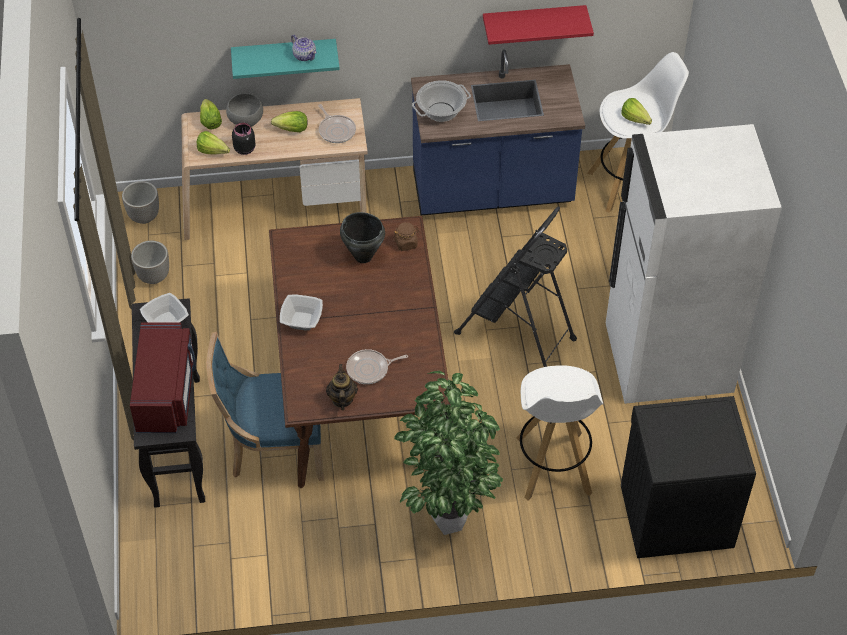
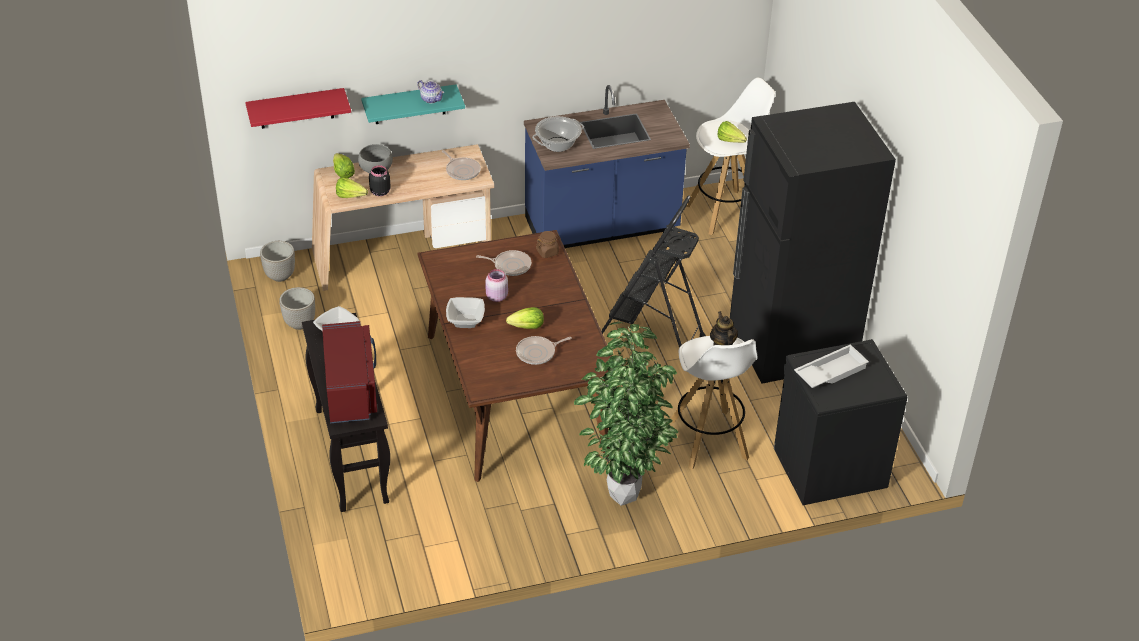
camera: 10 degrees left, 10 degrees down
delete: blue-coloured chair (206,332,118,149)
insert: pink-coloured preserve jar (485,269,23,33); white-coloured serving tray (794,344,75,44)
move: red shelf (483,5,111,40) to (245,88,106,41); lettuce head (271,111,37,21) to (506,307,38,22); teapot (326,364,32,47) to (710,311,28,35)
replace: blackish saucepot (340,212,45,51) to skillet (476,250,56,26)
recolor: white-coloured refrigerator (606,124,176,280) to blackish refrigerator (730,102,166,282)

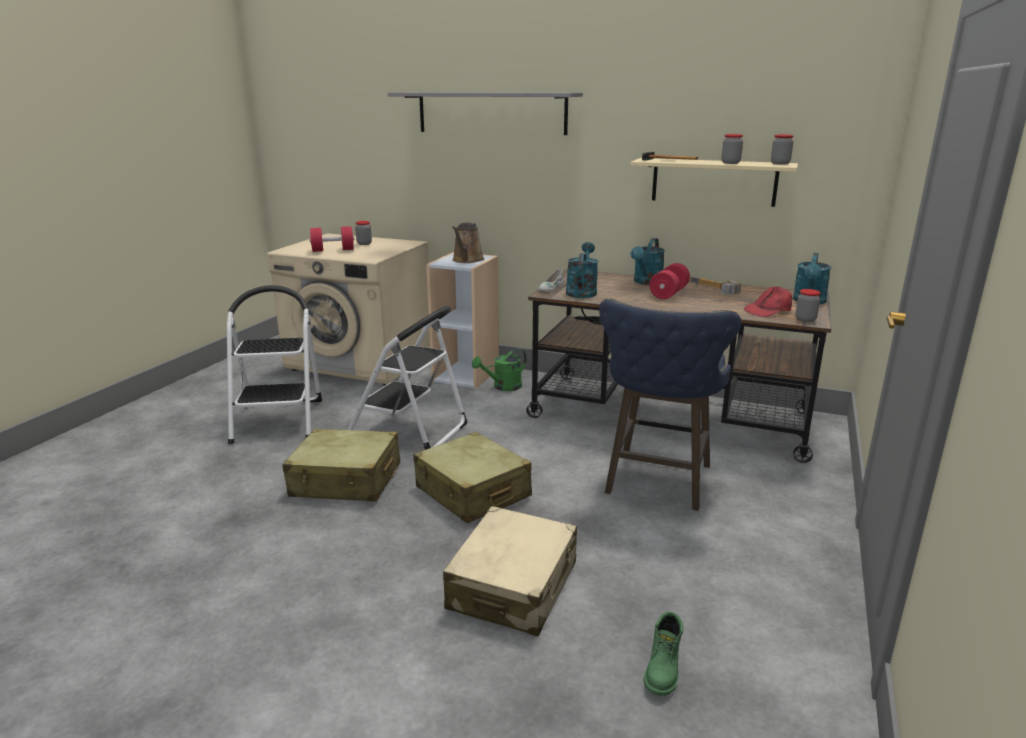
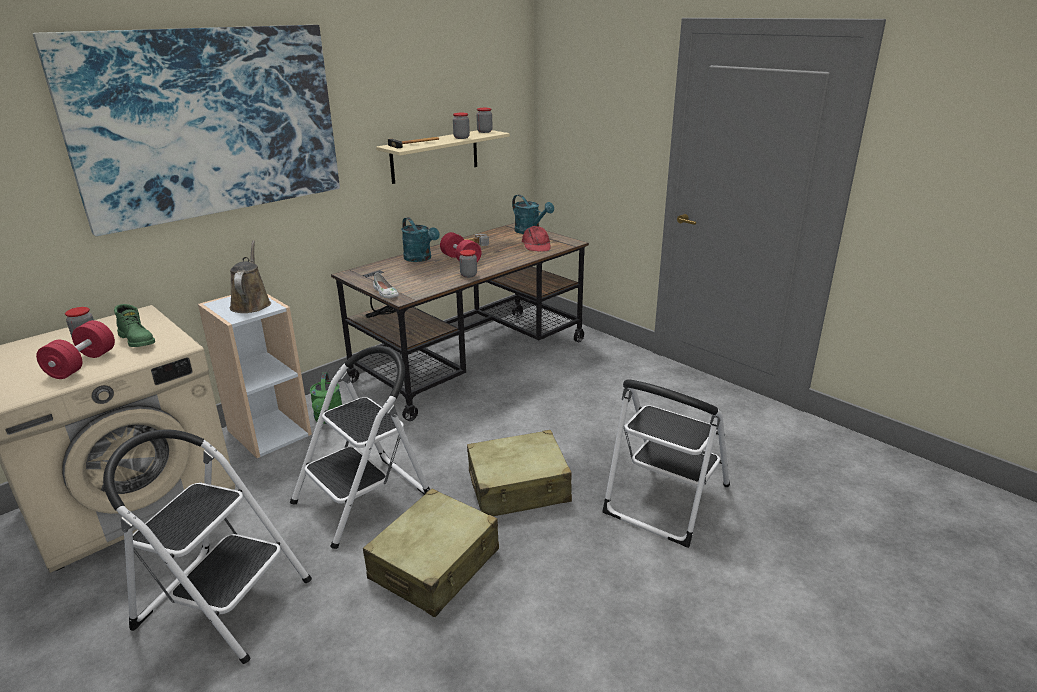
camera: 65 degrees left, 5 degrees up
delete: turquoise-coloured watering pot (566,242,32,56); blue-coloured stool (599,298,142,213)
move: green-coloured high-top boot (644,611,39,85) to (114,304,41,43); preserve jar (795,289,25,33) to (459,250,18,28)
replace: greyish shelf (388,92,195,43) to wall picture (33,25,307,211); sand-coloured travel case (443,506,134,130) to step ladder (602,379,128,169)
rotate: brown-coloured watering pot (452,222,32,41) = (230,240,41,73) 135 degrees counterclockwise

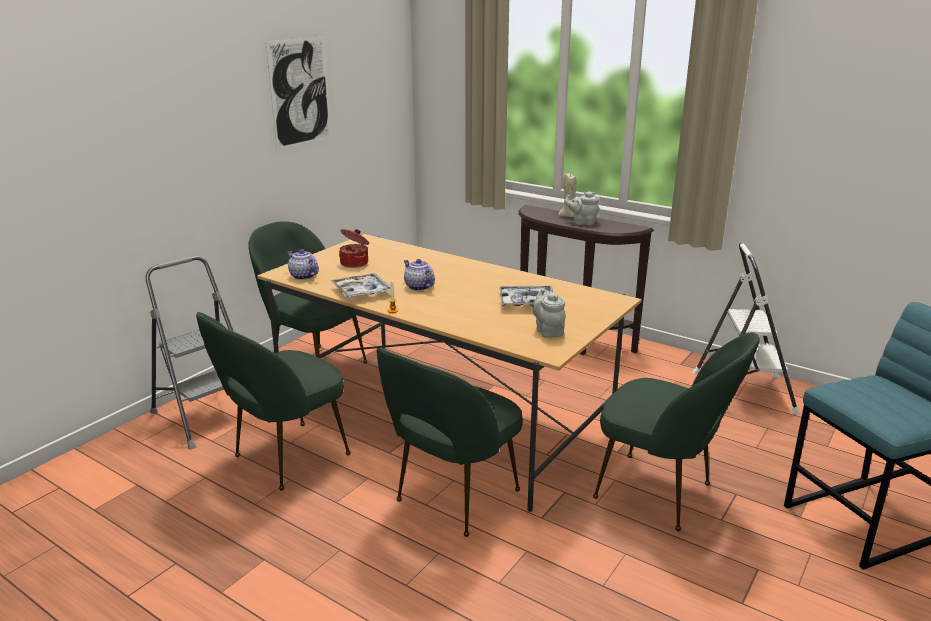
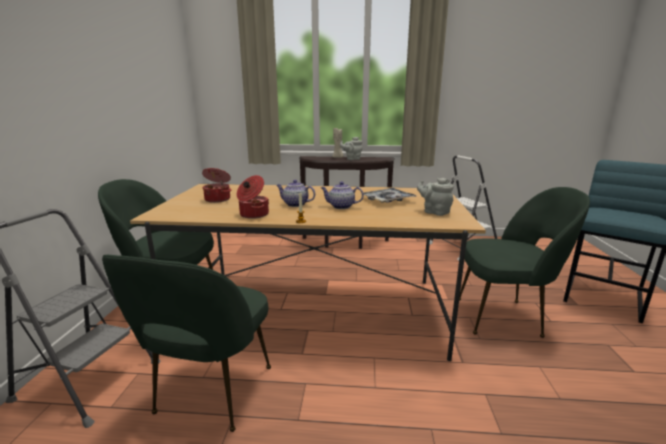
camera: 30 degrees left, 5 degrees down
delete: wall picture (266,37,65,113); green-coloured chair (377,348,146,189)
move: teapot (287,249,32,31) to (321,181,43,28)
replace: serving tray (330,273,60,25) to saucepot (237,175,32,44)

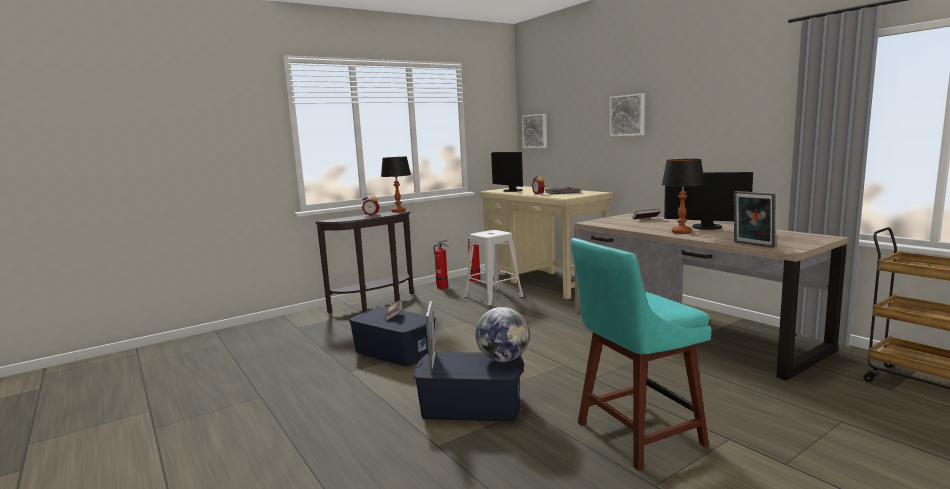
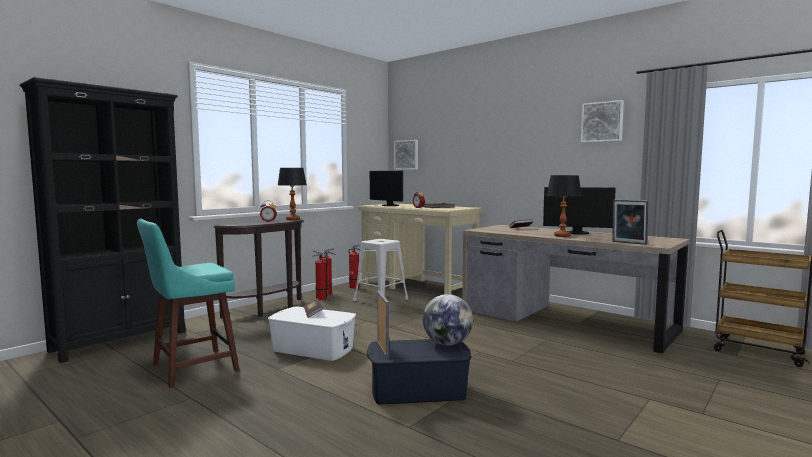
camera: 15 degrees left, 5 degrees down
insert: blackish bookshelf (19,77,167,286); fire-fighting cylinder (312,250,16,50)
move: turquoise-coloured chair (570,238,141,233) to (137,219,103,169); wall picture (610,93,35,43) to (581,100,43,43)
recolor: blue-coloured storage bin (349,307,87,59) to white-coloured storage bin (268,306,88,55)

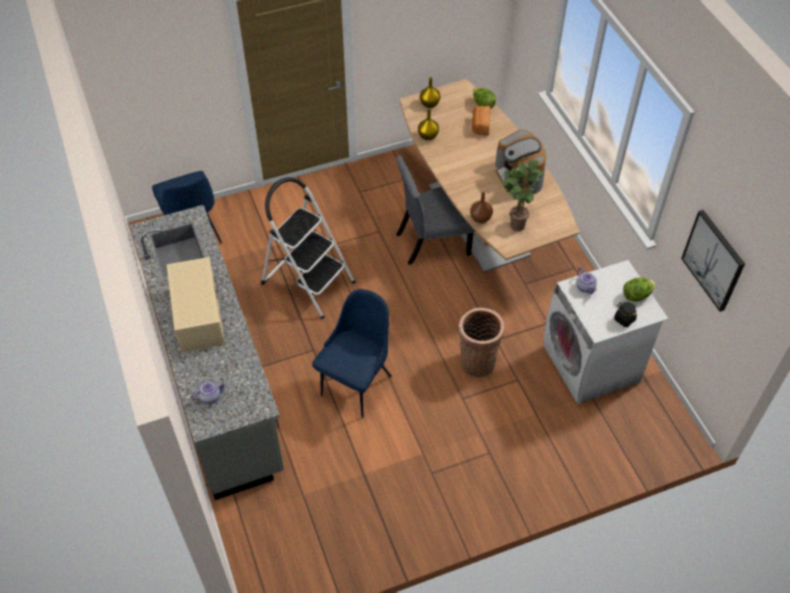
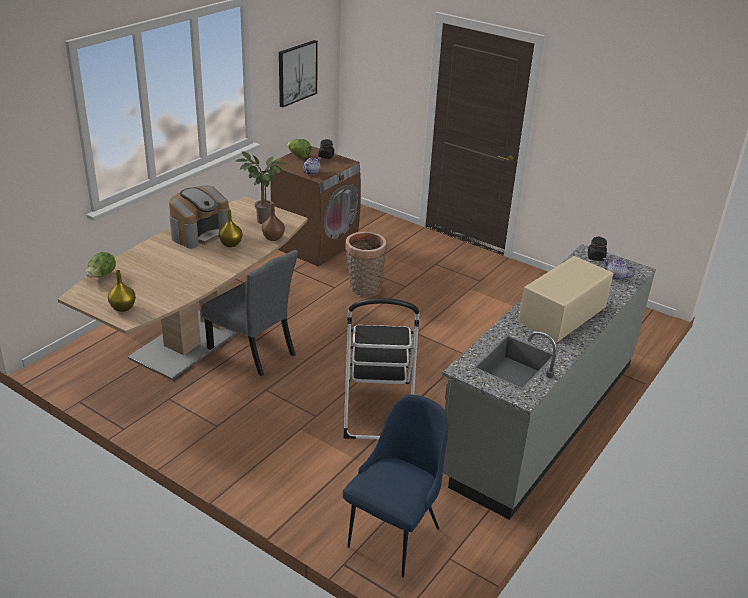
camera: 125 degrees left, 20 degrees down
delete: blue-coloured chair (312,289,80,129); baked bread (472,106,18,30)
insert: blackish preserve jar (588,236,19,25)
move: yellow flower vase (418,110,21,30) to (219,209,23,38)
recolor: white-coloured laundry machine (544,260,124,144) to brown-coloured laundry machine (266,146,95,120)

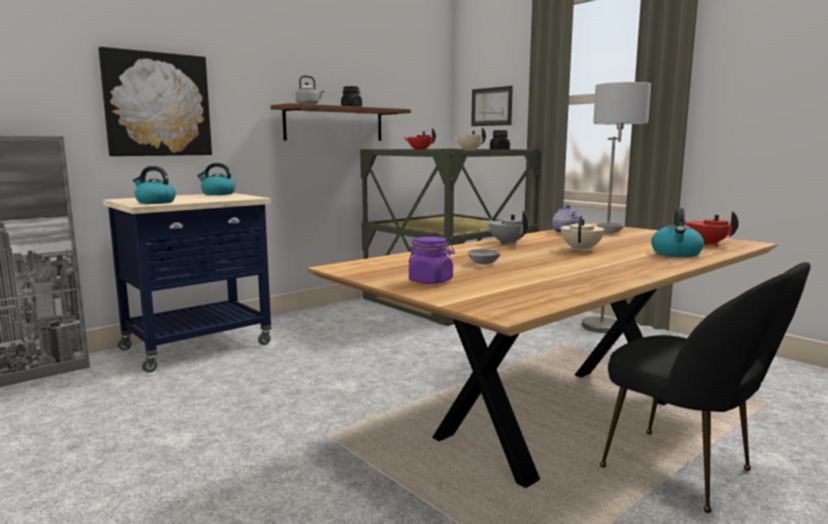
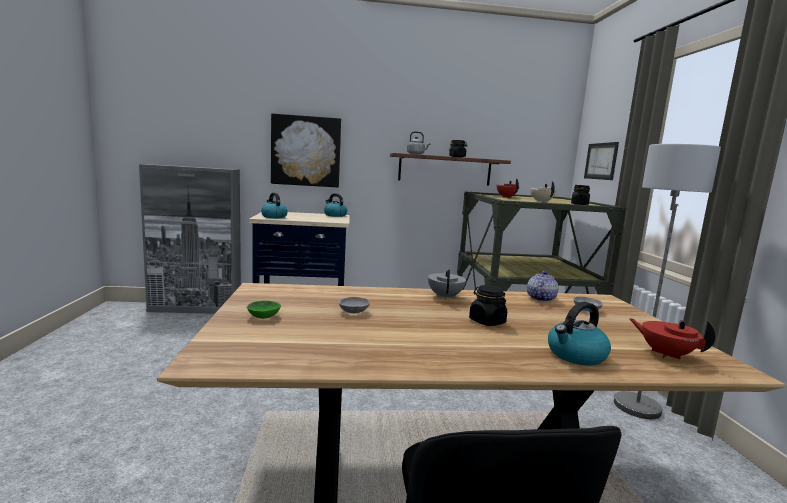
camera: 35 degrees right, 0 degrees up
replace: purplish preserve jar (409,237,46,47) to green-coloured bowl (247,301,34,18); sand-coloured teapot (561,216,43,36) to blackish preserve jar (469,285,38,41)
rotate: red teapot (684,211,55,34) = (629,318,87,41) 45 degrees counterclockwise

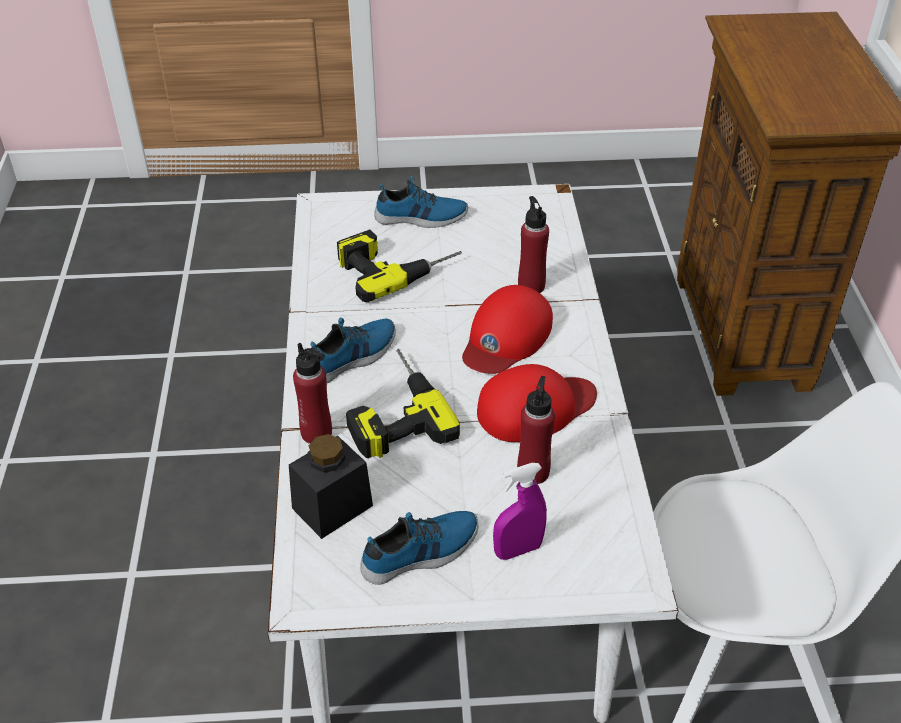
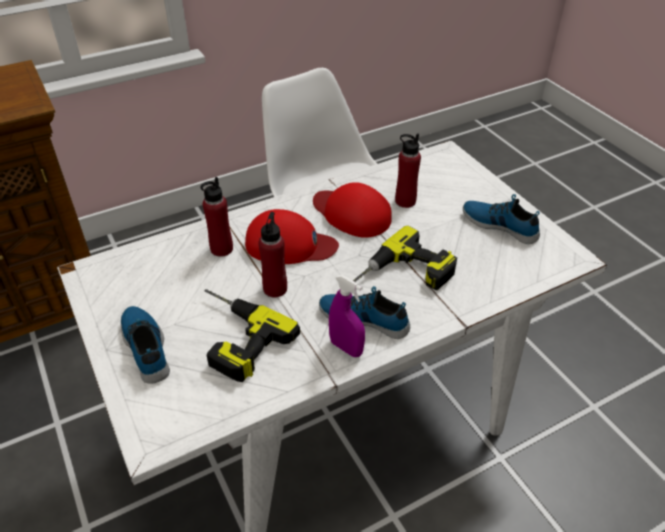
camera: 115 degrees left, 0 degrees up
delete: blackish preserve jar (289,434,84,105)
move: red bottle (293,343,39,101) to (258,212,29,86); purplish spray bottle (493,463,54,97) to (329,275,36,82)

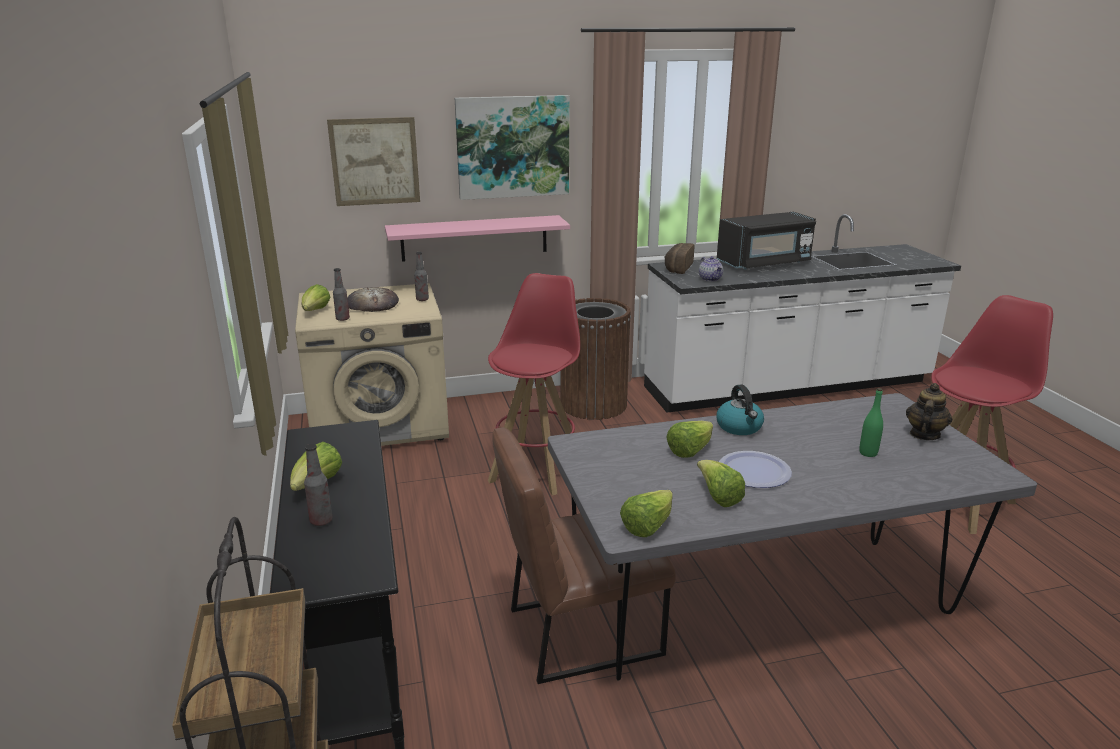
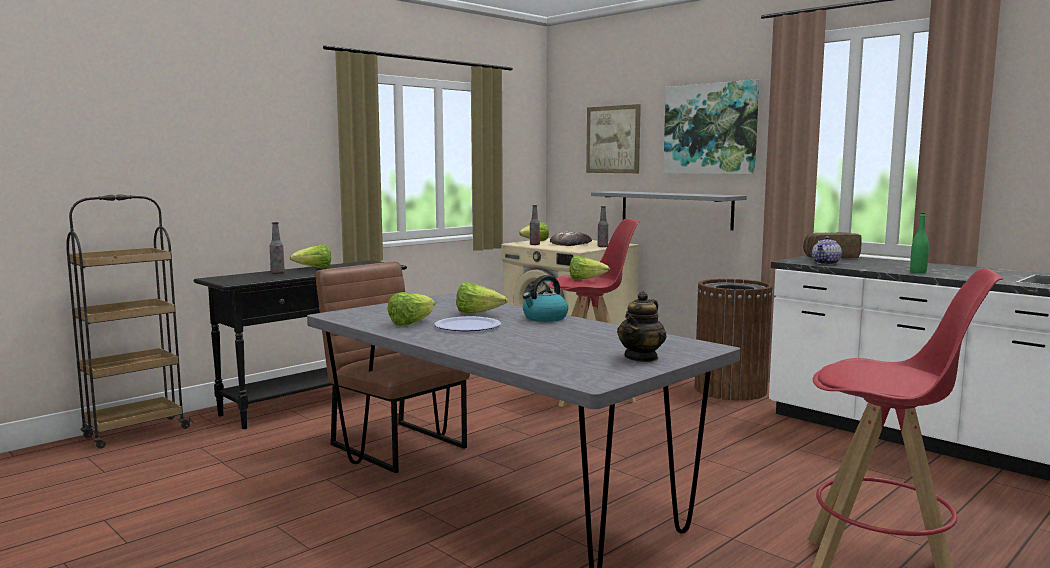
camera: 60 degrees right, 15 degrees down
delete: blackish kitchen microwave (717,212,99,57)
move: lettuce head (620,490,53,47) to (570,256,40,24); green-coloured bottle (859,388,24,69) to (910,213,19,60)
recolor: pink-coloured shelf (385,215,185,47) to greyish shelf (591,191,156,39)
rotate: teapot (906,383,46,57) = (617,291,50,71) 120 degrees clockwise

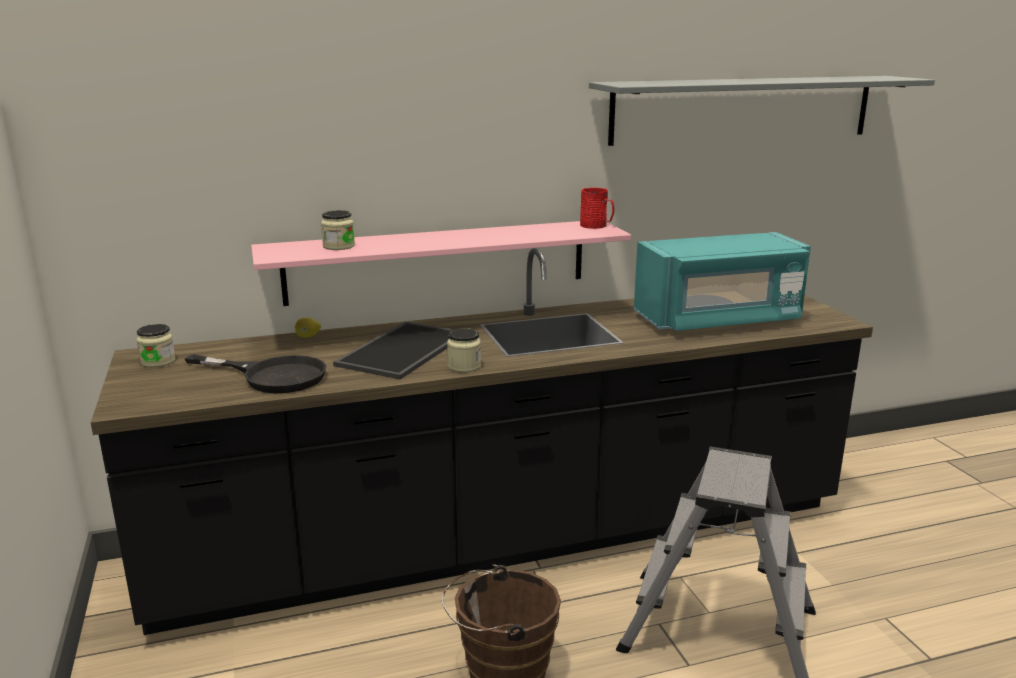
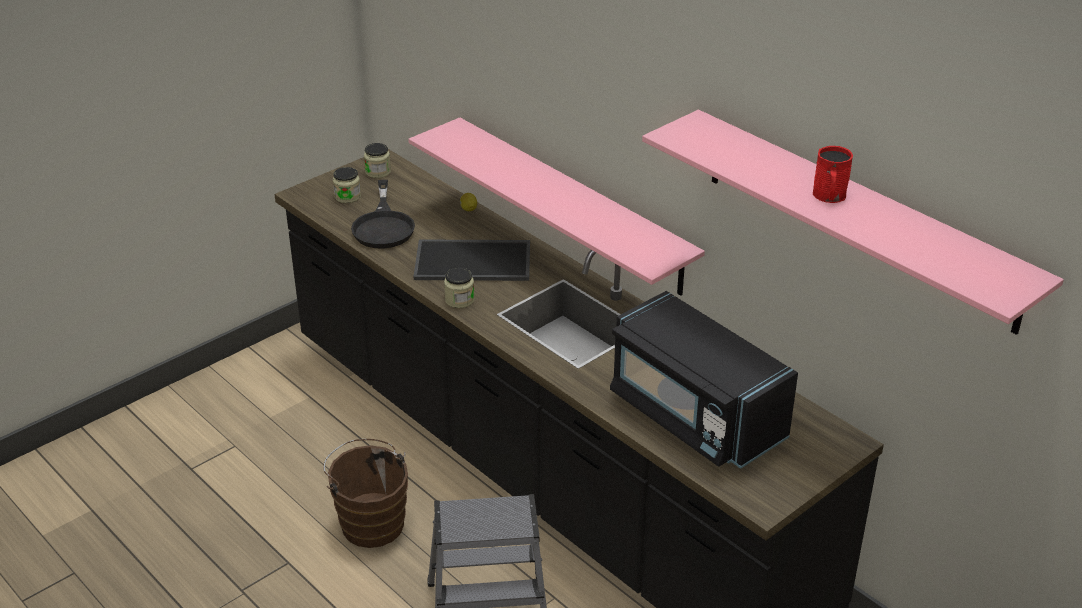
camera: 65 degrees right, 15 degrees up
move: preserve jar (321,210,34,40) to (333,167,28,36); red tea mug (580,187,34,42) to (813,146,40,57)
recolor: turquoise-coloured kitchen microwave (634,232,177,99) to blackish kitchen microwave (610,291,188,178); greyish shelf (589,76,346,70) to pink-coloured shelf (642,110,422,225)

